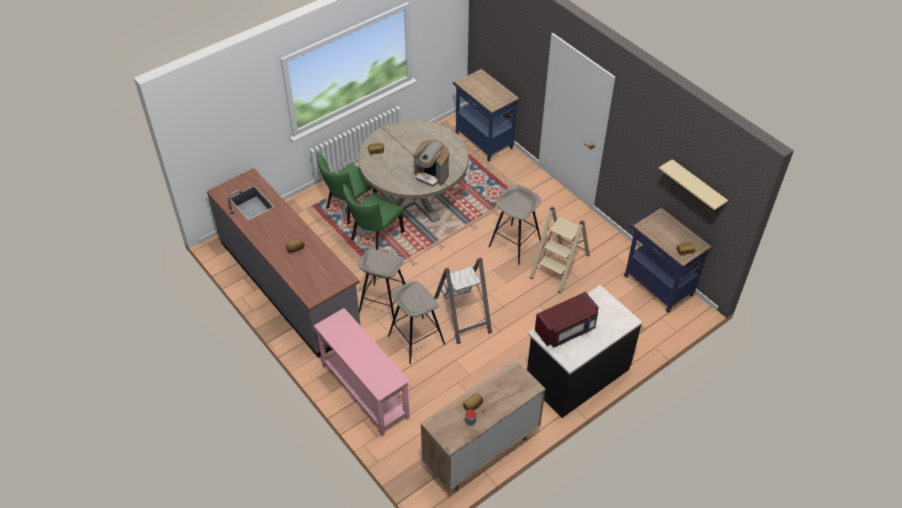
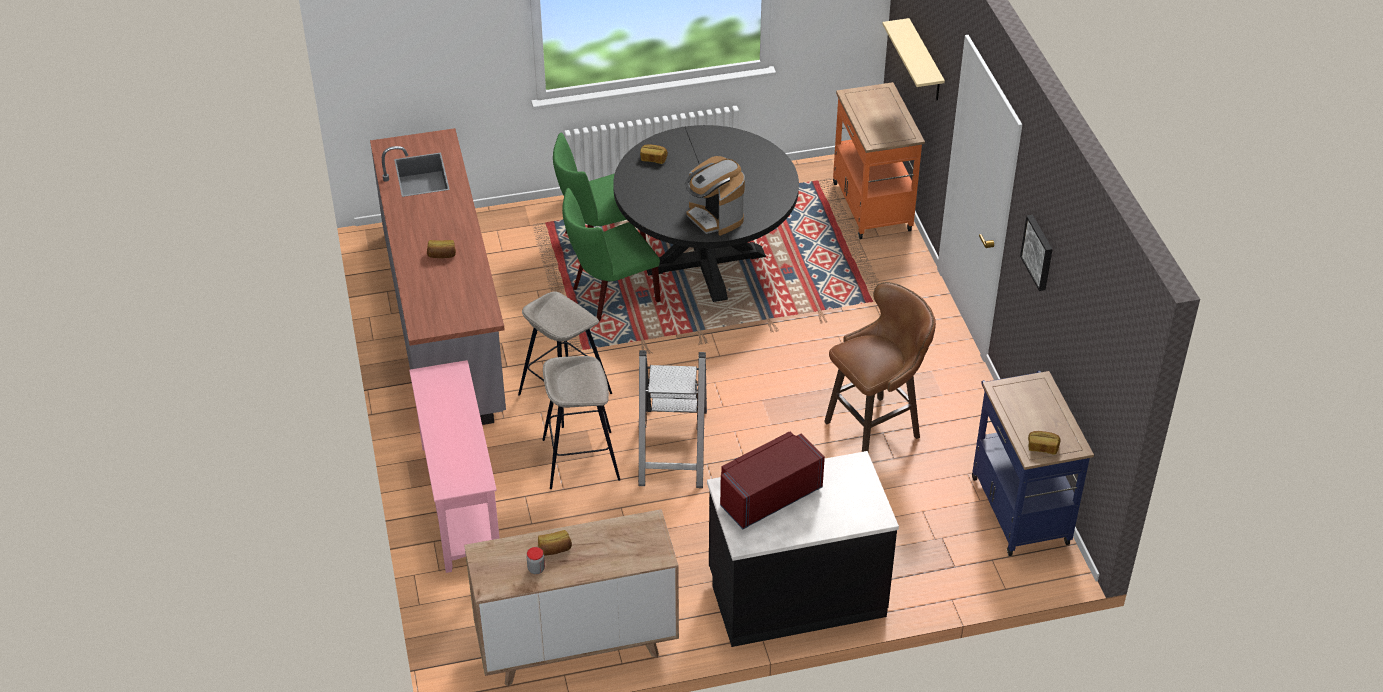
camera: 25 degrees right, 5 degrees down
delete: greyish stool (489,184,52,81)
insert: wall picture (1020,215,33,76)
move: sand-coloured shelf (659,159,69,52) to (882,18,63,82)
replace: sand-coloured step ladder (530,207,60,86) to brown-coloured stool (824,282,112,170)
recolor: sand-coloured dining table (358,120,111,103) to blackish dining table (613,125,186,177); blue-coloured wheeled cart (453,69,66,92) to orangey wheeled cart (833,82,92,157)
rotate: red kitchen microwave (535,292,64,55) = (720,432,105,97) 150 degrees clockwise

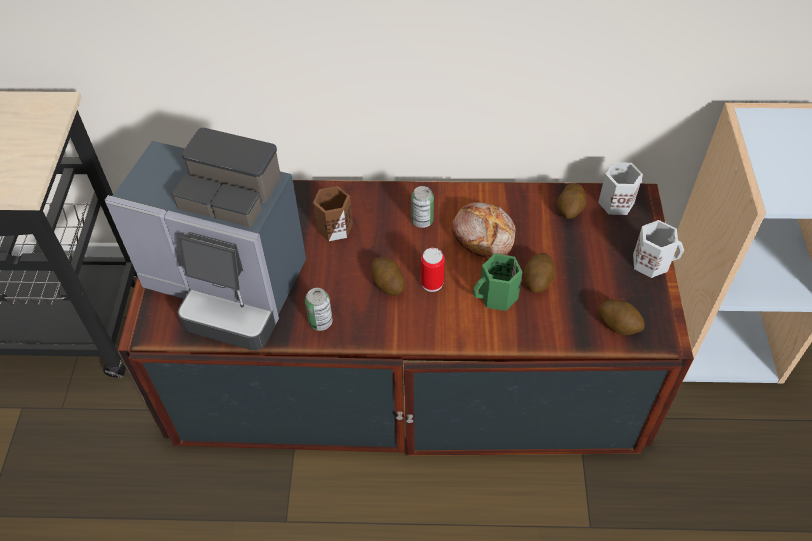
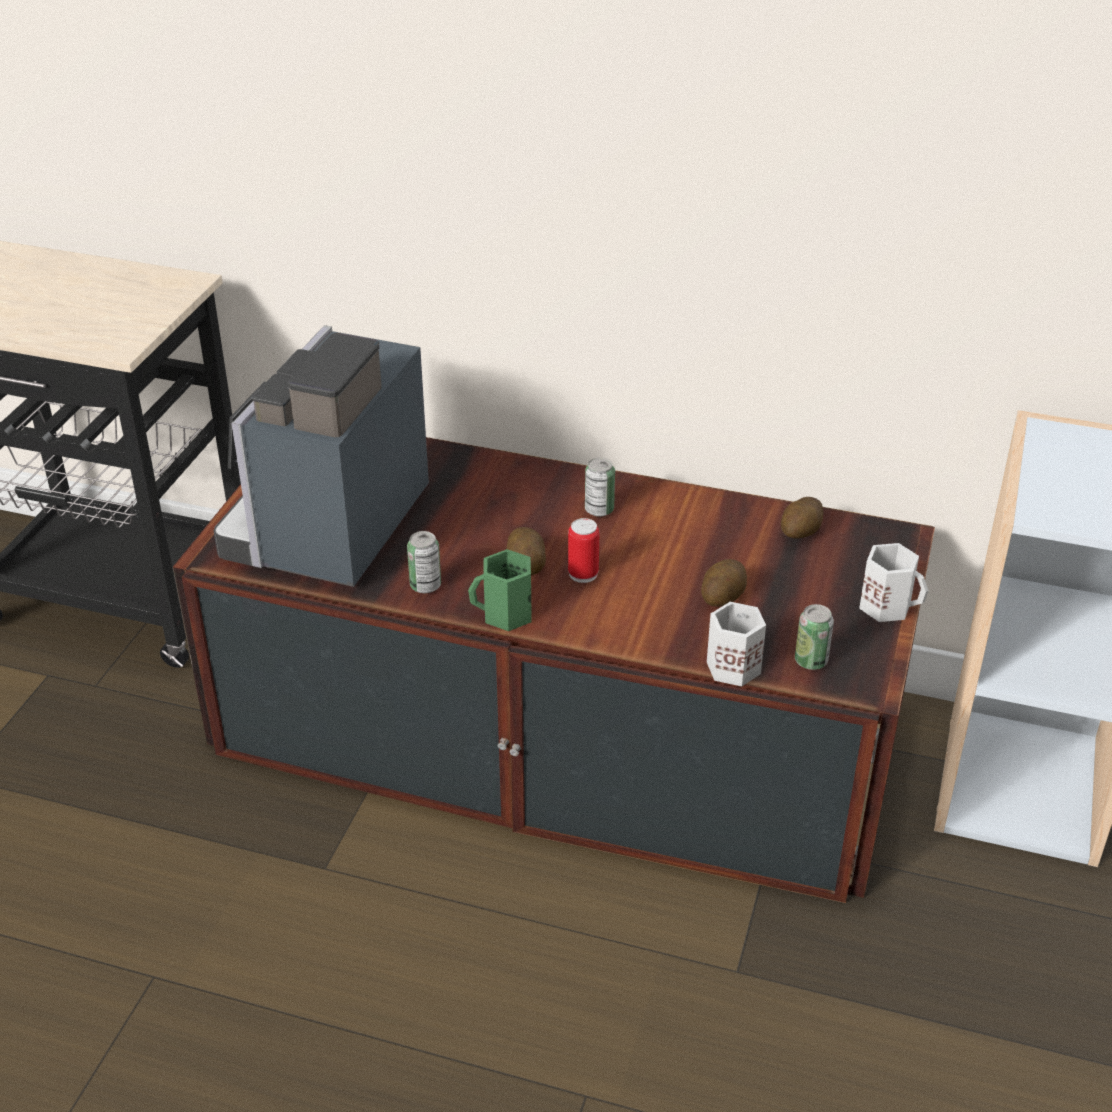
camera: 15 degrees right, 15 degrees down
delete: brown-coloured tea mug (313,186,40,55); baked bread (452,202,64,55)
move: green-coloured tea mug (473,253,49,58) to (468,549,64,82); white-coloured tea mug (598,162,45,53) to (707,602,59,85)
replace: potato (598,300,47,35) to metal can (795,604,39,66)
rotate: coffee brewer (105,128,201,222) = (213,325,216,262) 75 degrees clockwise

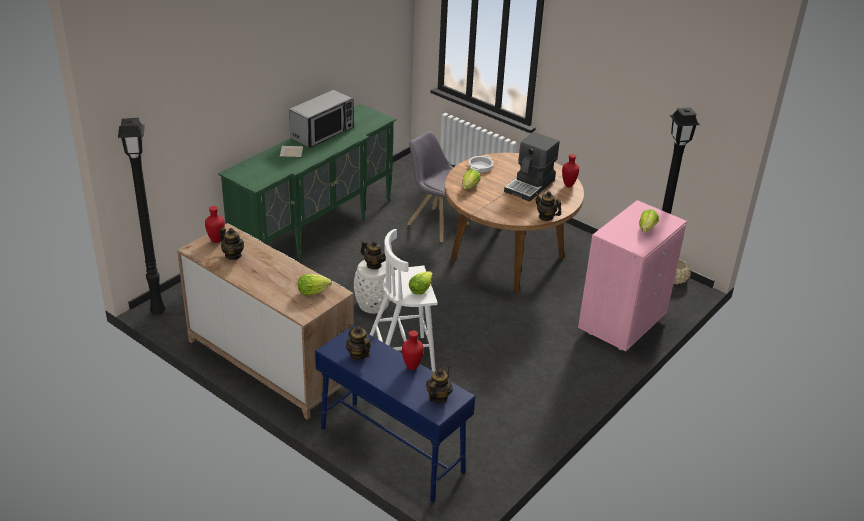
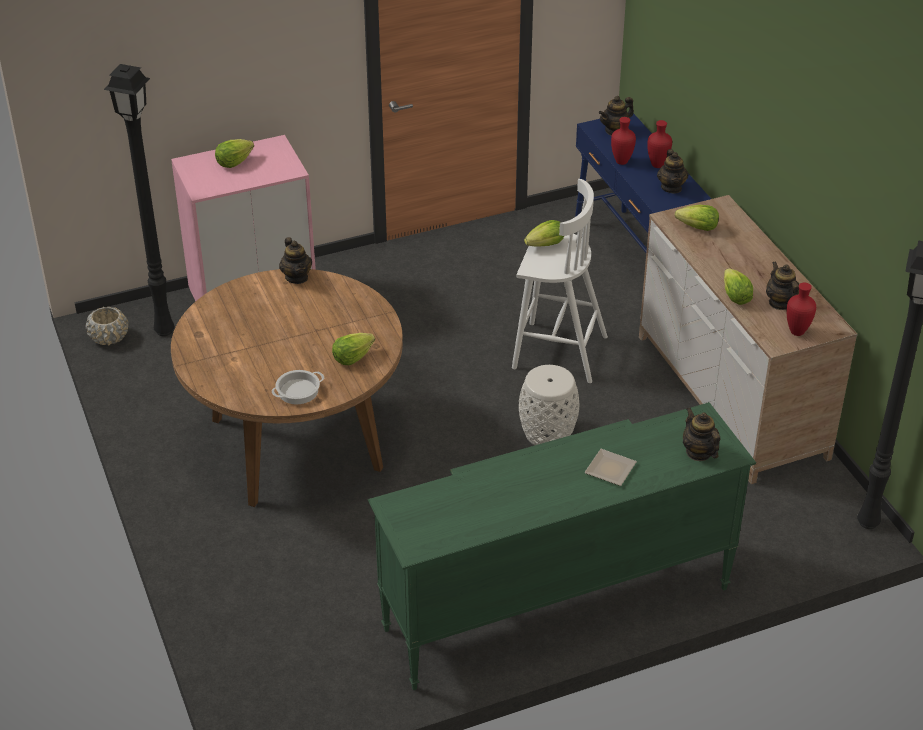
camera: 150 degrees left, 5 degrees up
delete: kitchen microwave (289,90,65,58); greyish chair (407,131,62,112); coffee brewer (504,132,56,70)
insert: lettuce head (724,268,29,37)
move: red flower vase (562,154,17,33) to (647,120,25,48); teapot (361,241,25,28) to (683,408,37,53)

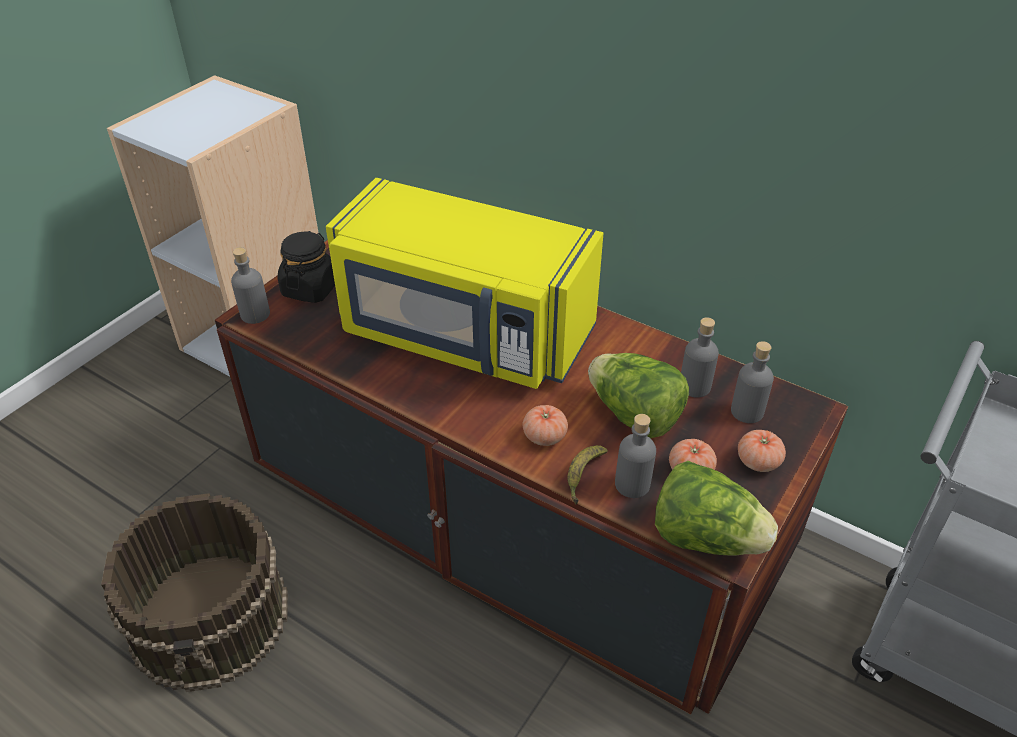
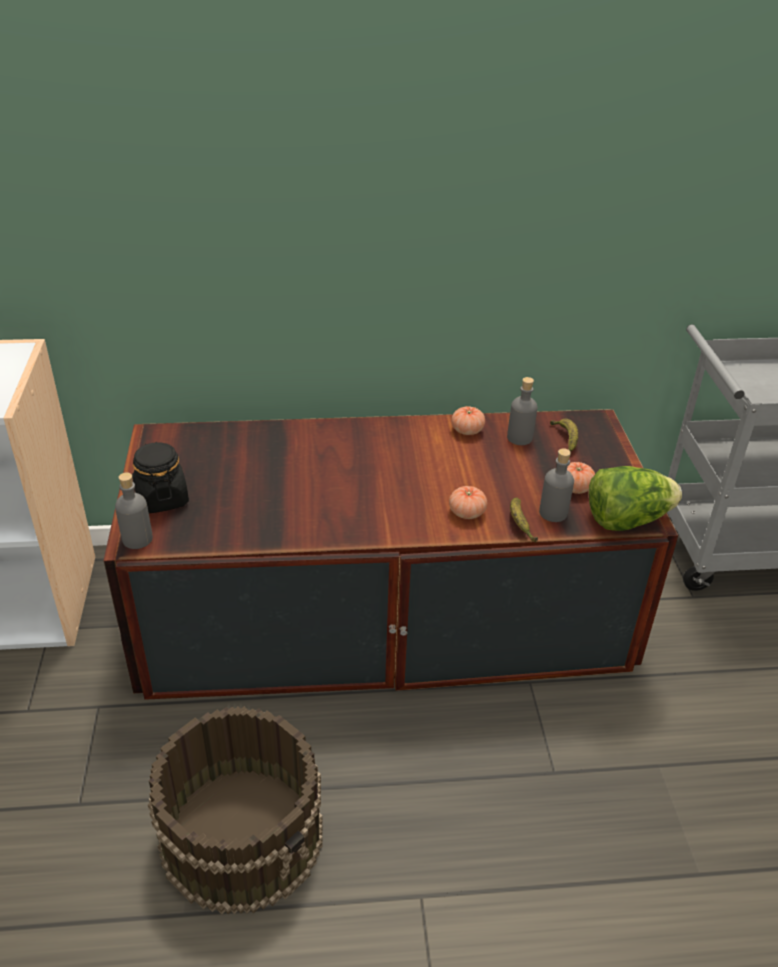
camera: 40 degrees left, 5 degrees down
delete: yellow kitchen microwave (326,178,277,211); lettuce head (588,353,101,85)
move: fresh tomato (738,430,48,42) to (452,406,33,29)
replace: greyish bottle (731,341,43,82) to whole banana (550,419,28,33)

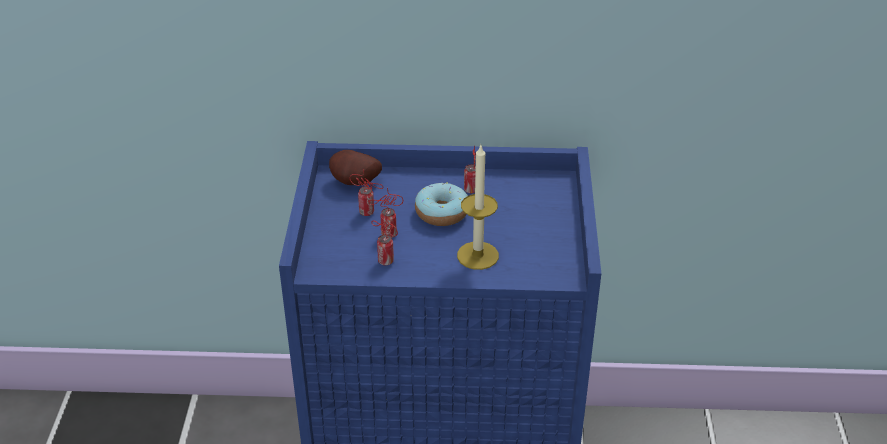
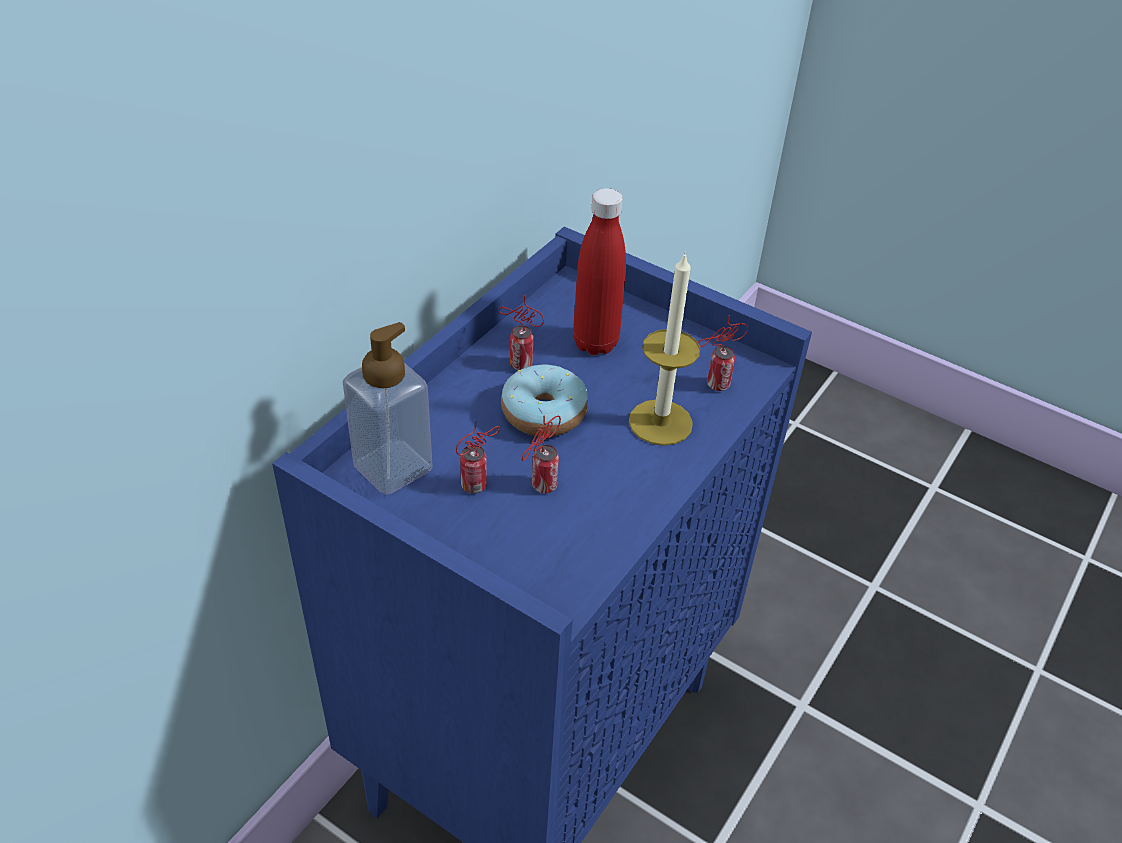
camera: 60 degrees left, 5 degrees up
insert: red bottle (573,188,53,167)
move: metal can (372,214,26,51) to (698,316,50,75)
replace: potato (329,150,53,35) to soap bottle (342,322,91,173)

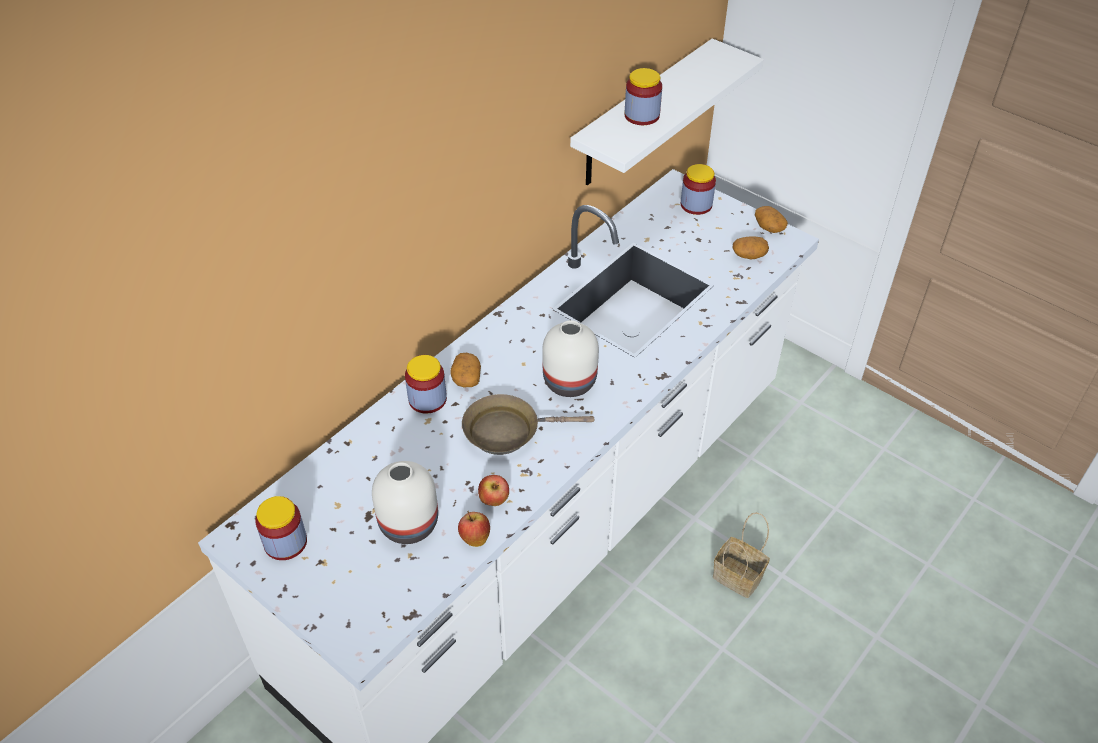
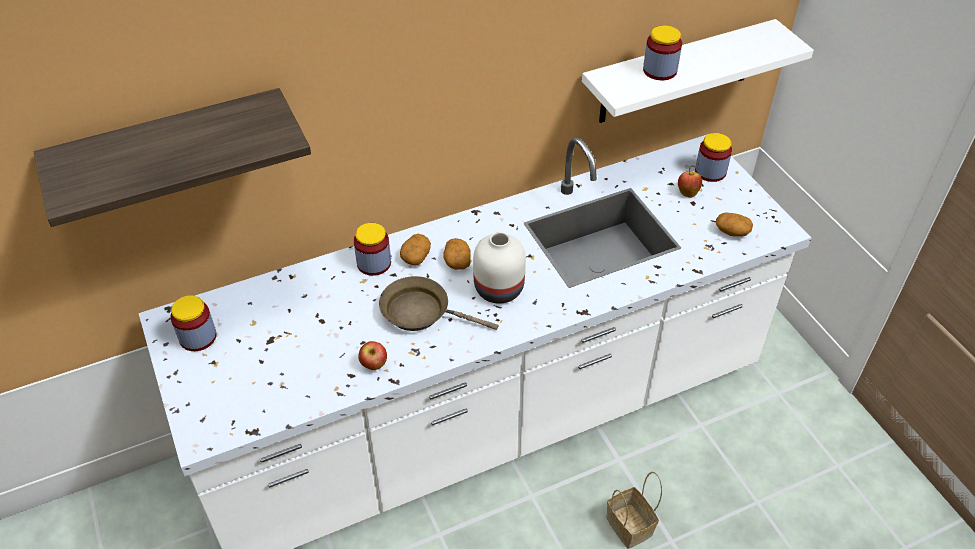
camera: 25 degrees right, 0 degrees up
delete: white-coloured flower vase (372,461,66,83)
insert: shelf (34,88,277,139)
move: potato (755,206,33,27) to (443,238,28,32); apple fruit (458,511,32,36) to (678,168,24,30)

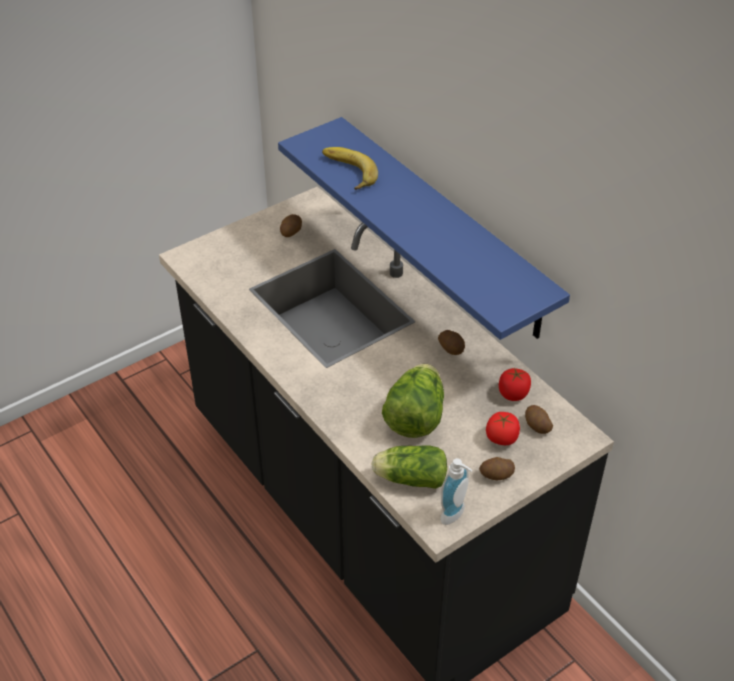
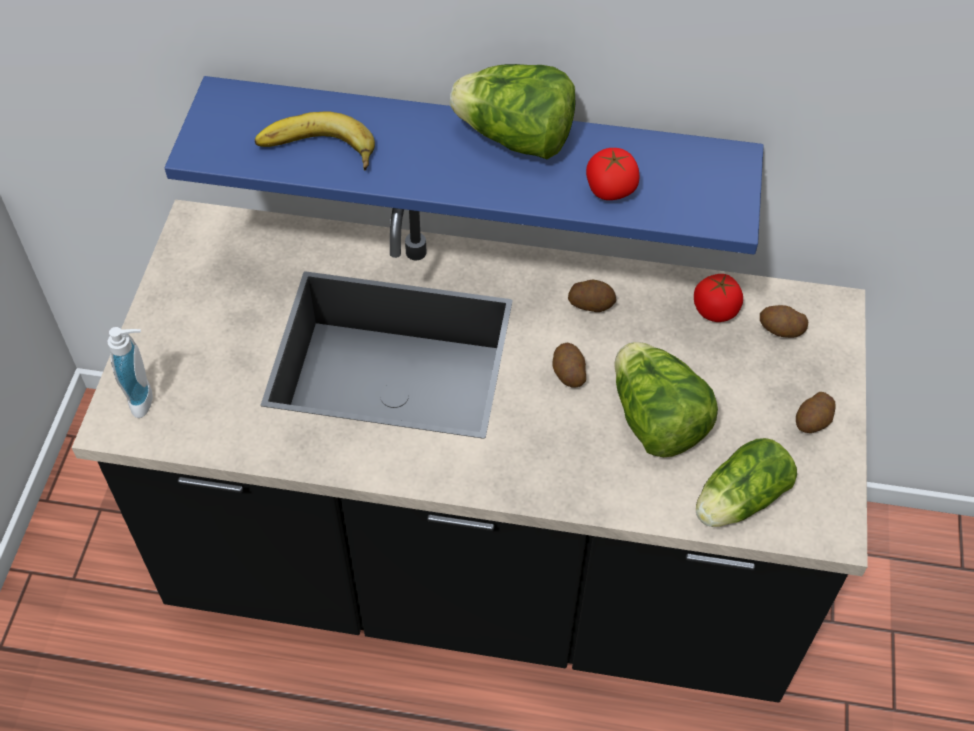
camera: 45 degrees left, 10 degrees up
insert: lettuce head (450,64,125,95)
move: soap bottle (440,458,33,67) to (107,327,46,91); potato (280,214,22,23) to (552,343,34,45); fresh tomato (486,412,34,33) to (586,148,53,52)

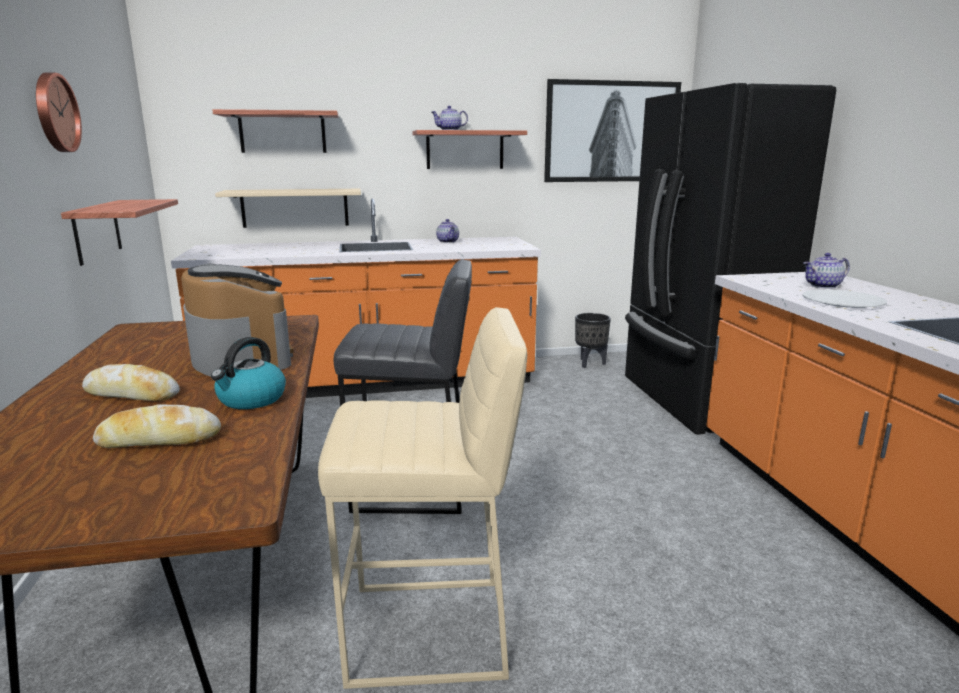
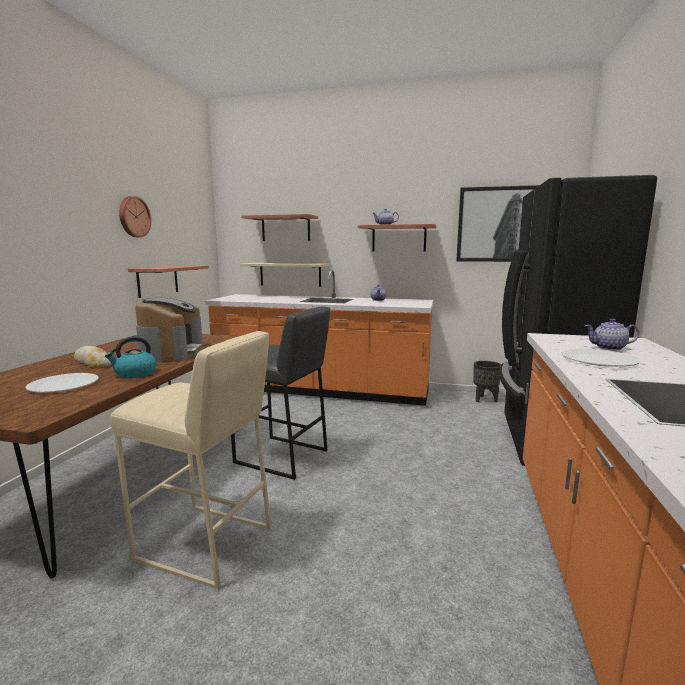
camera: 25 degrees right, 5 degrees down
replace: baked bread (93,404,128,44) to white-coloured plate (25,373,74,20)

